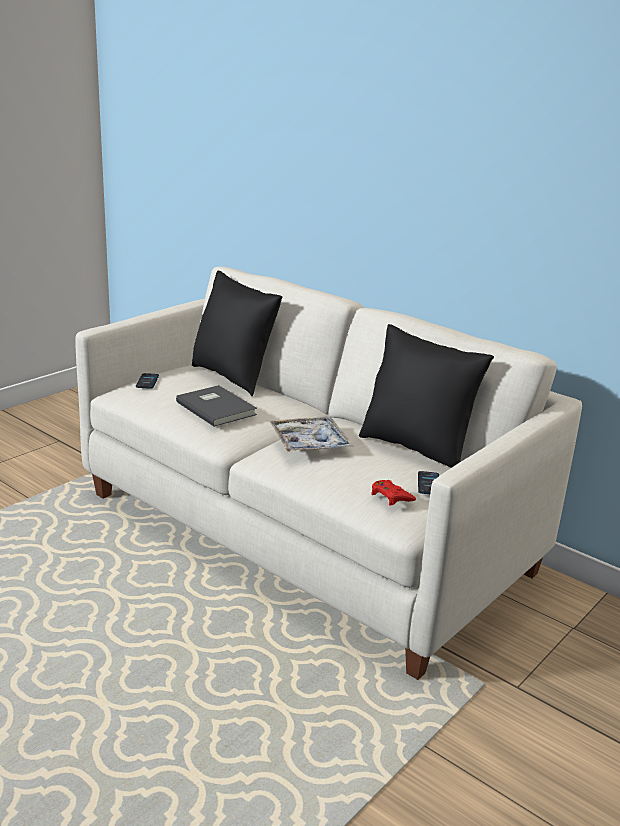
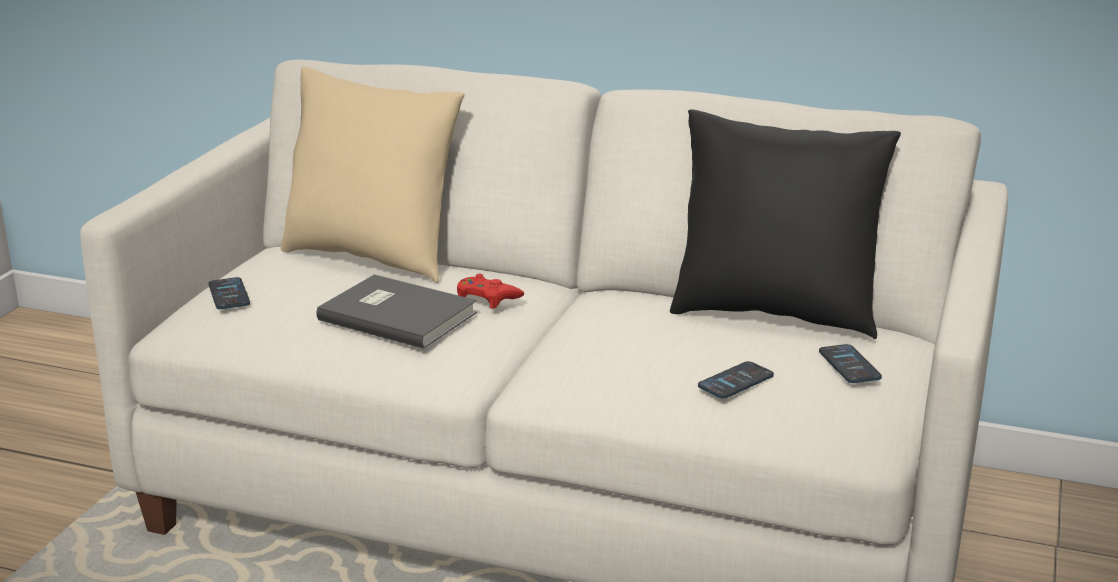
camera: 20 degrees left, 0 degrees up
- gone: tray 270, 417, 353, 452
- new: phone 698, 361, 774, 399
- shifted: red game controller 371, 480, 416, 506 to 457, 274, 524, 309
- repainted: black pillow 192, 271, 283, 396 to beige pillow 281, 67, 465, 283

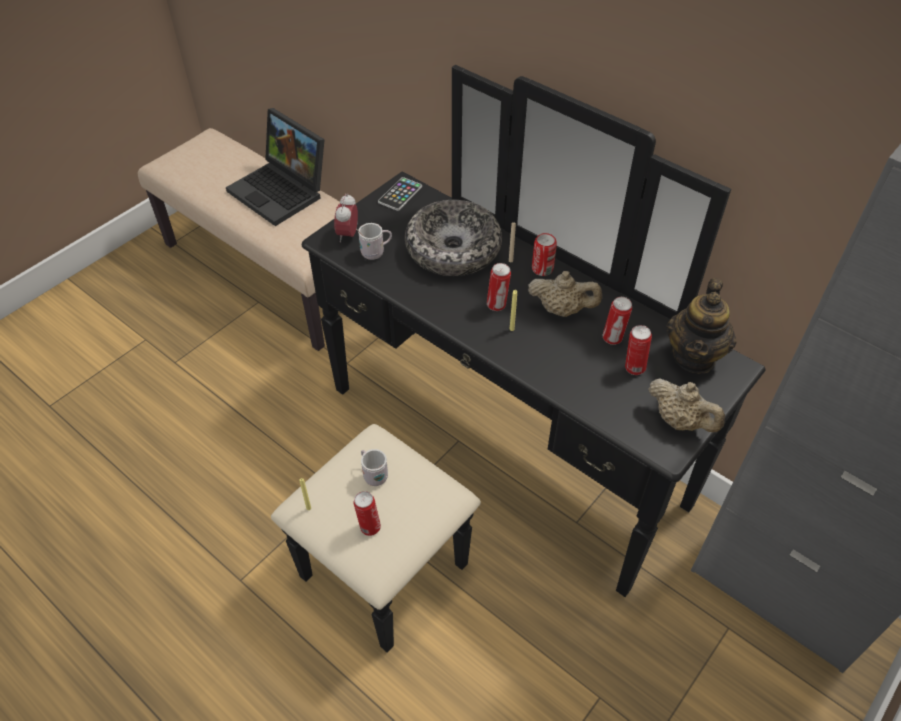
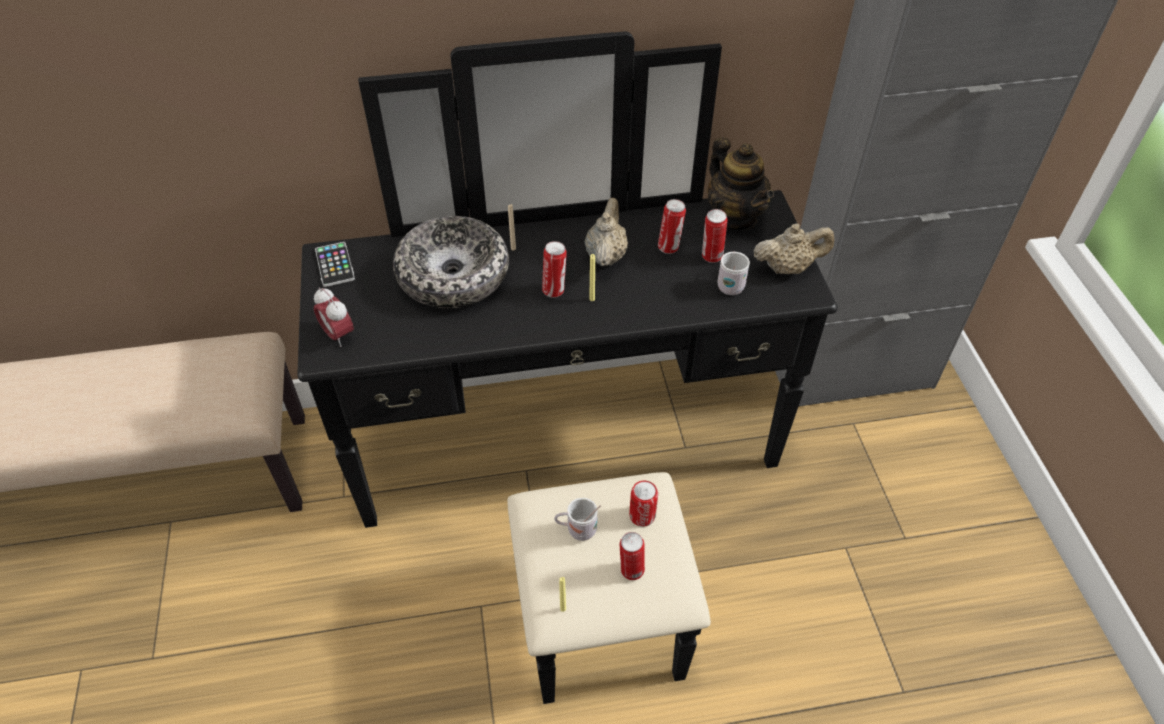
camera: 50 degrees left, 0 degrees up
- gone: laptop 226, 108, 325, 226
- shifted: white mug 356, 223, 392, 260 to 718, 252, 750, 295
- shifted: can 532, 233, 557, 276 to 629, 481, 658, 527
- rotated: beige teapot 528, 271, 602, 317 = 585, 198, 628, 266 45 degrees counterclockwise

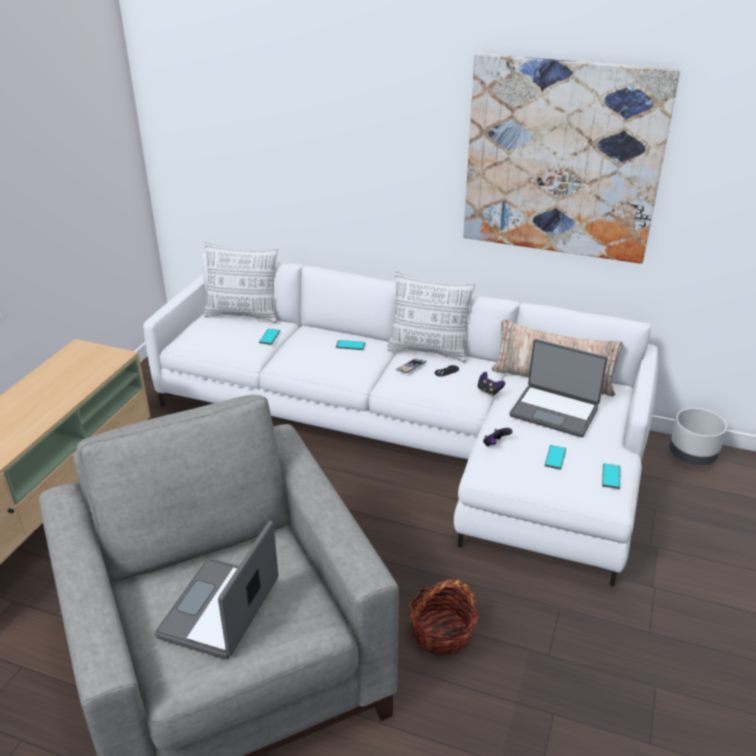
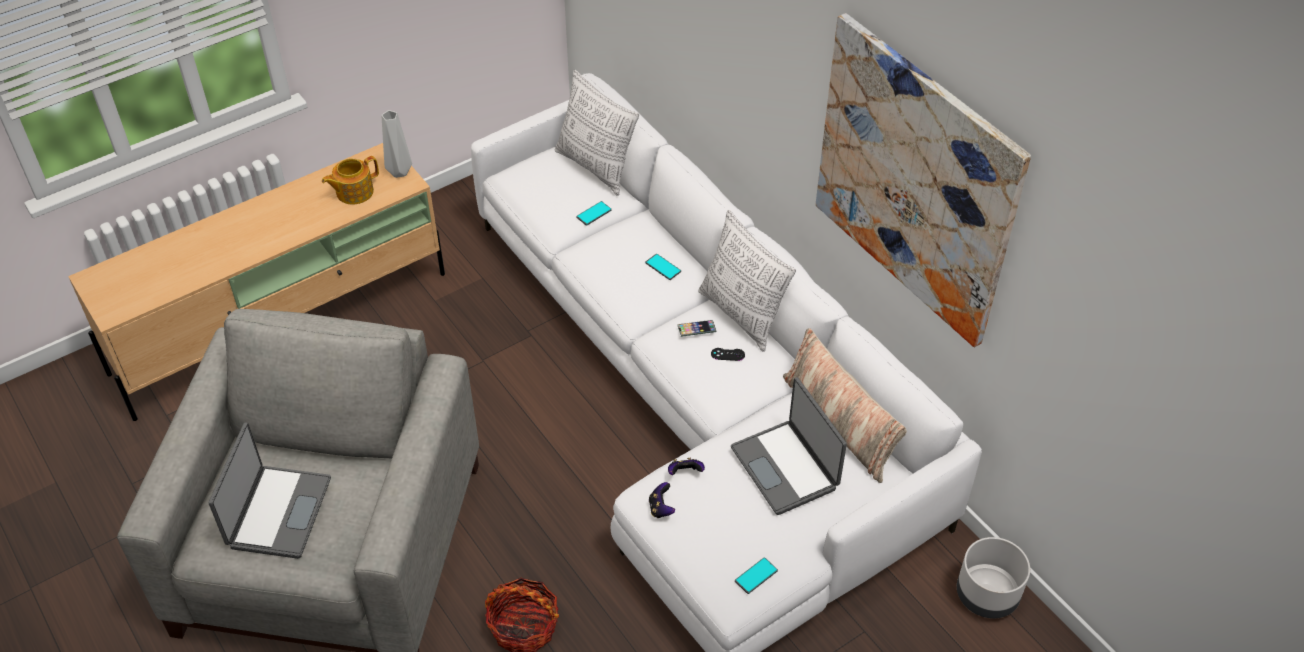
camera: 35 degrees right, 15 degrees up
- gone: phone 545, 445, 566, 470
- new: teapot 322, 156, 379, 205
- new: grey vase 382, 110, 412, 178
- shifted: game controller 478, 372, 505, 396 to 649, 482, 675, 518
- rotated: laptop 155, 521, 278, 659 = 209, 422, 331, 559 135 degrees clockwise

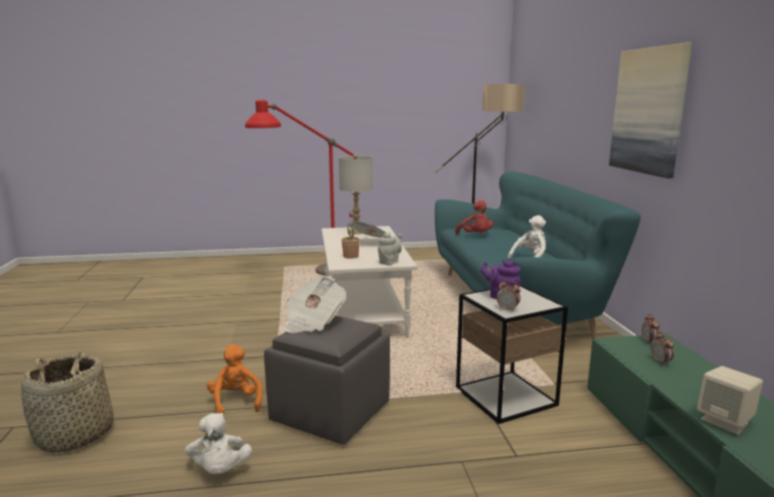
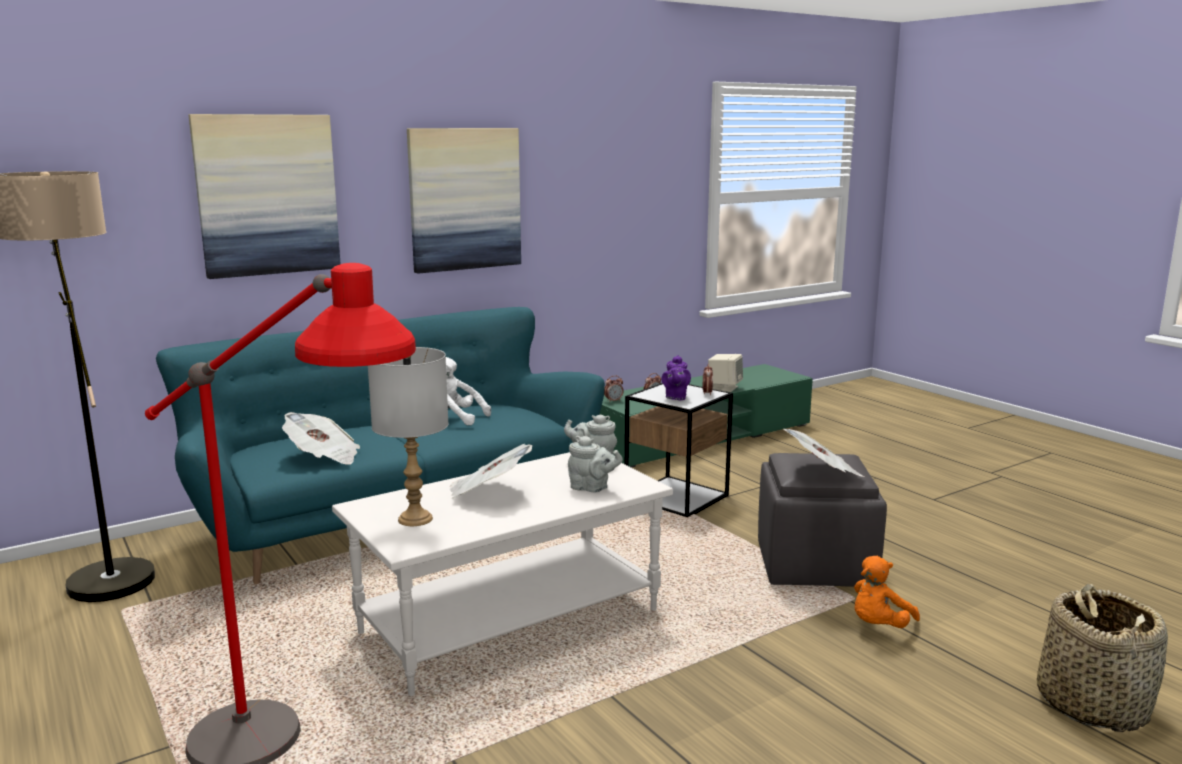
camera: 115 degrees left, 0 degrees up
- gone: white plush toy 185, 413, 252, 474
- new: picture 189, 114, 341, 279
- swapped: potted plant 341, 212, 360, 259 to grey teapot 568, 436, 623, 492
- swapped: red plush toy 455, 200, 493, 234 to newspaper 282, 412, 360, 465

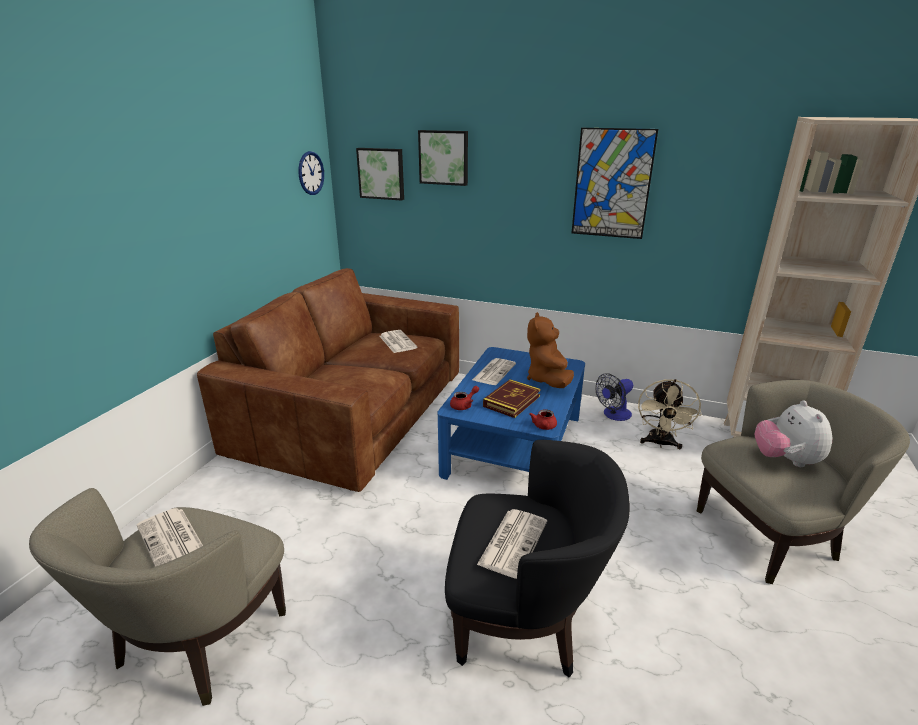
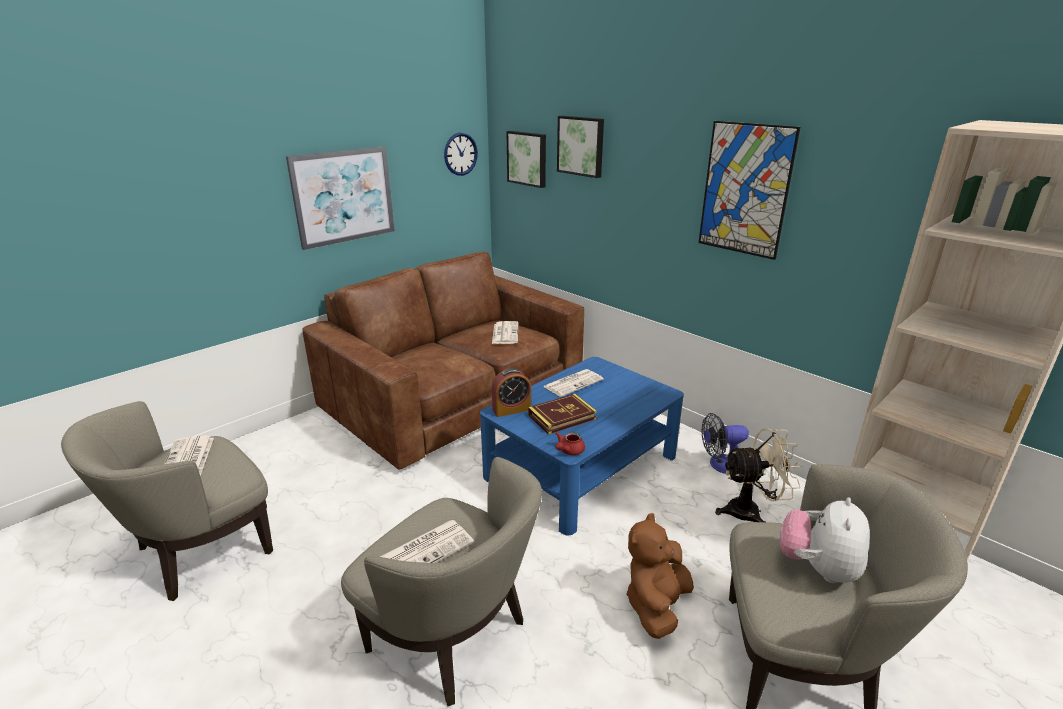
camera: 25 degrees right, 0 degrees up
- new: picture 286, 146, 395, 250
- shifted: brown plush toy 527, 312, 574, 388 to 626, 513, 694, 639
- swapped: red teapot 450, 386, 479, 410 to alarm clock 492, 368, 531, 417
- repainted: black armchair 445, 440, 630, 678 to beige armchair 341, 457, 542, 706
- rotated: beige fan 638, 379, 702, 449 = 715, 428, 802, 522 135 degrees counterclockwise

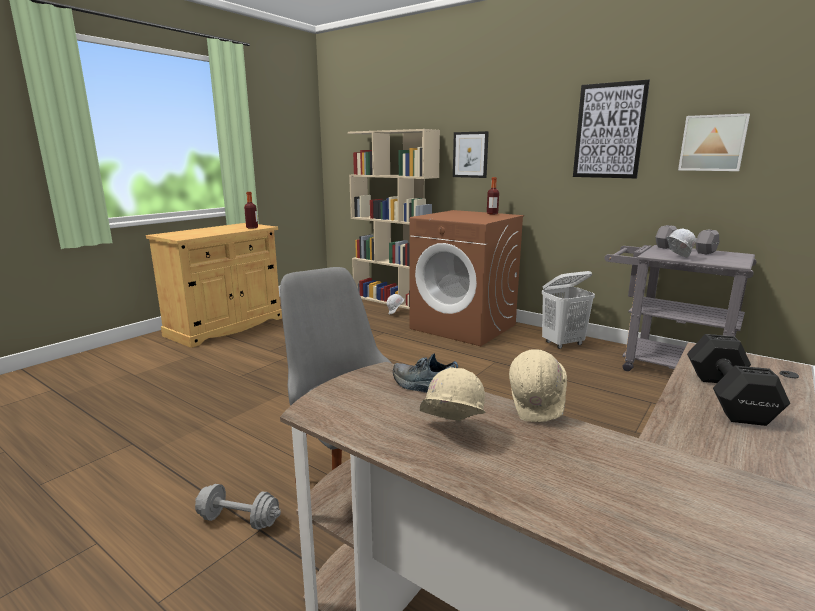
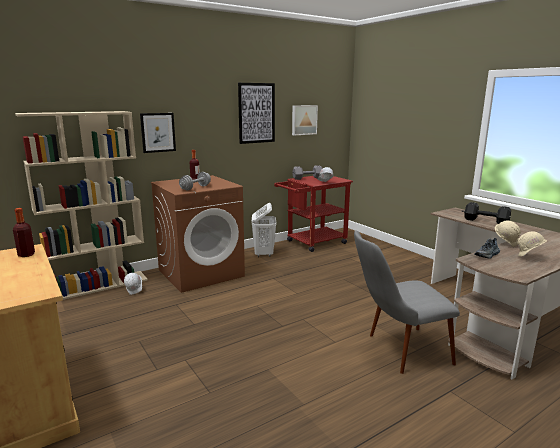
camera: 70 degrees left, 0 degrees up
- shifted: grey dumbbell 195, 484, 281, 529 to 179, 172, 211, 190
- repainted: grey cart 604, 245, 757, 371 to red cart 274, 176, 353, 252

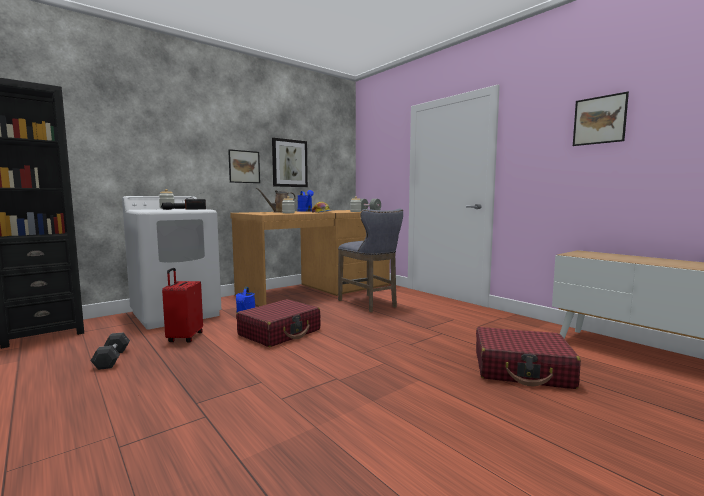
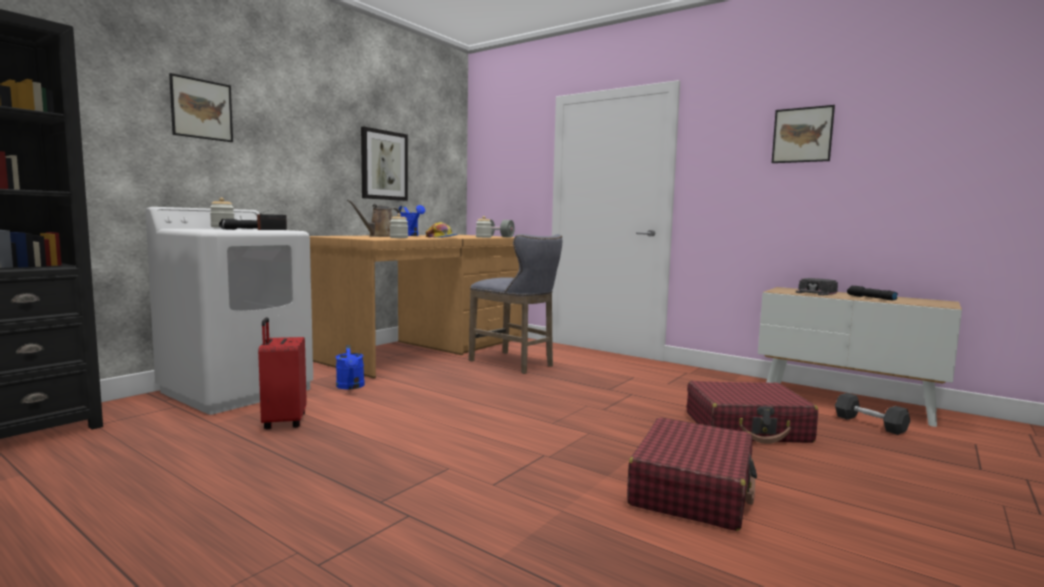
camera: 15 degrees left, 0 degrees up
- new: black cap 796, 278, 838, 296
- new: black flashlight 847, 286, 898, 300
- shifted: grey dumbbell 91, 332, 130, 370 to 835, 393, 910, 435
- shifted: picture 228, 149, 260, 183 to 169, 73, 233, 142
- shifted: red suitcase 236, 299, 320, 347 to 627, 417, 757, 531

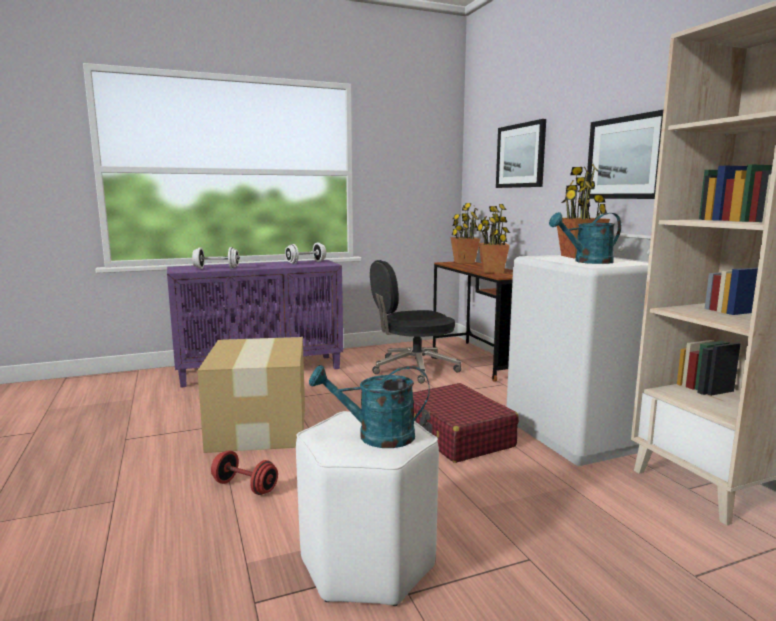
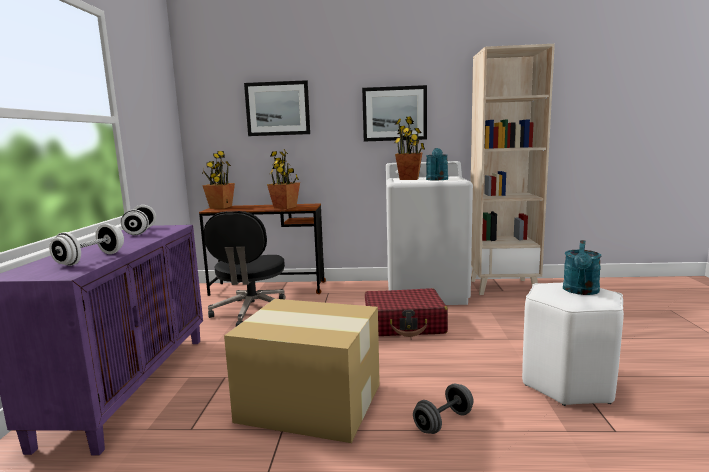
camera: 65 degrees left, 0 degrees up
- repainted: red dumbbell 211, 450, 278, 495 to grey dumbbell 413, 383, 474, 434

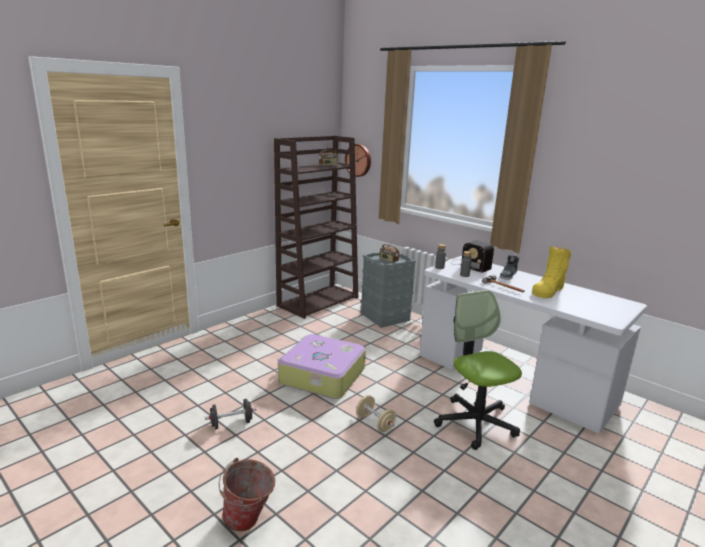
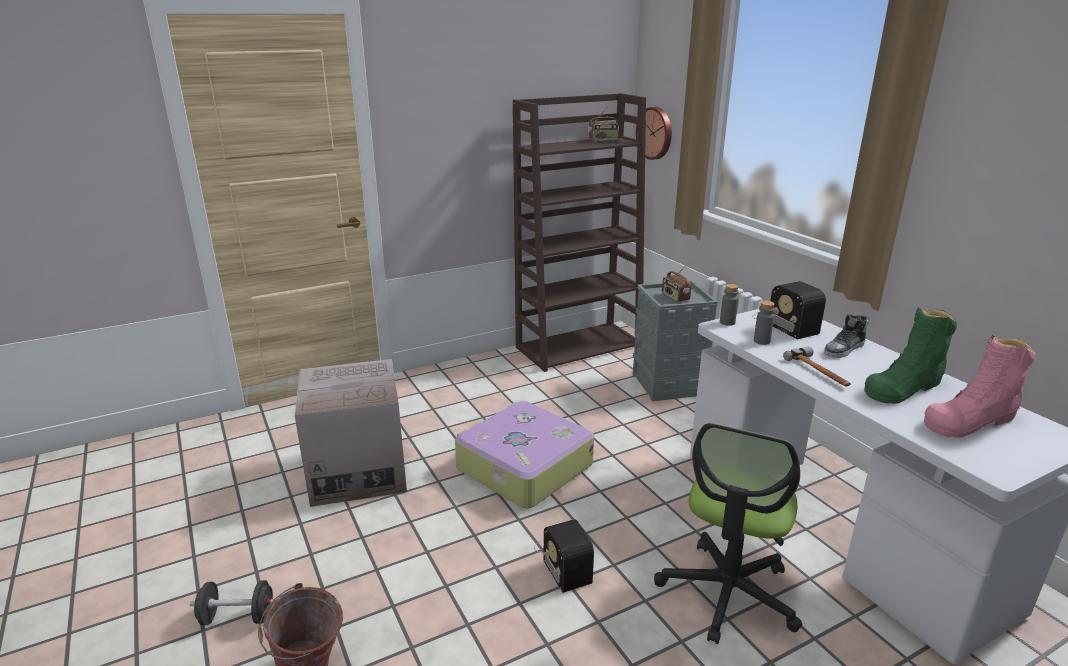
camera: 20 degrees right, 5 degrees up
- new: cardboard box 295, 359, 407, 507
- new: pink boot 924, 334, 1036, 438
- shifted: black dumbbell 205, 399, 257, 429 to 190, 580, 274, 625
- swapped: beige dumbbell 356, 395, 396, 432 to radio 534, 519, 594, 593
- repainted: yellow boot 532, 246, 571, 298 to green boot 865, 307, 957, 404
- rotated: office chair 434, 290, 522, 450 = 654, 423, 802, 644 150 degrees counterclockwise

